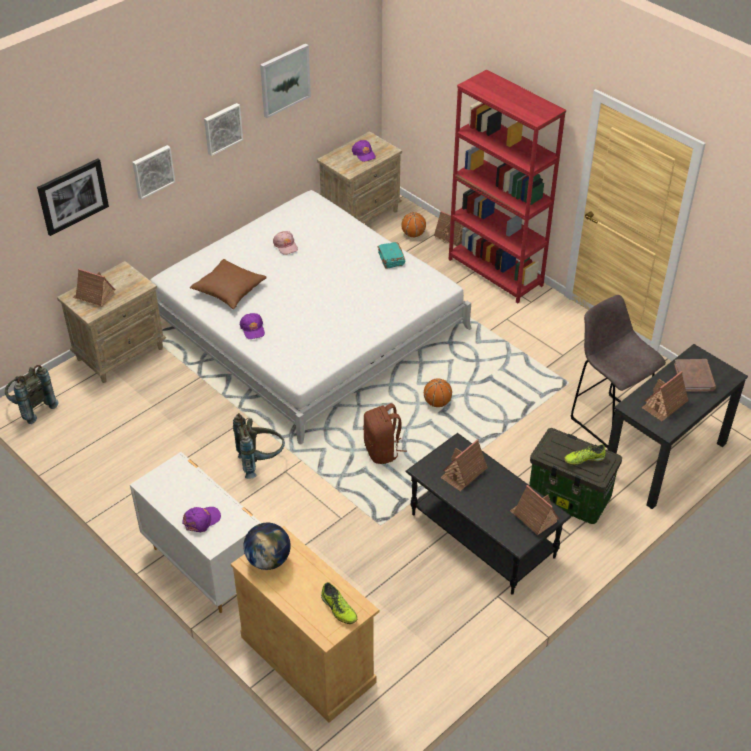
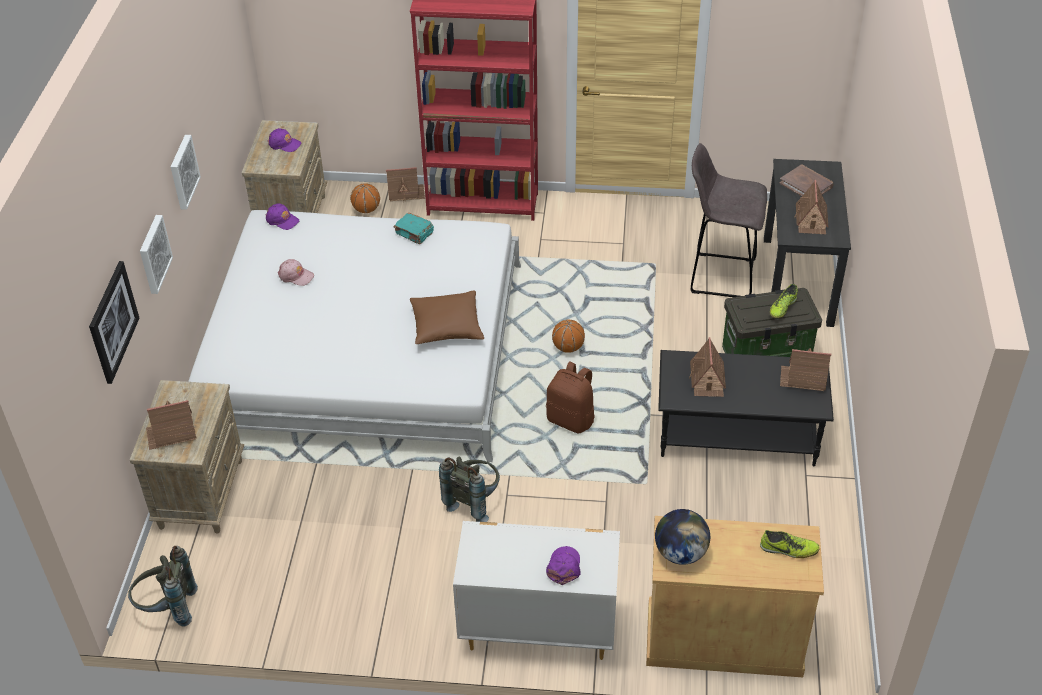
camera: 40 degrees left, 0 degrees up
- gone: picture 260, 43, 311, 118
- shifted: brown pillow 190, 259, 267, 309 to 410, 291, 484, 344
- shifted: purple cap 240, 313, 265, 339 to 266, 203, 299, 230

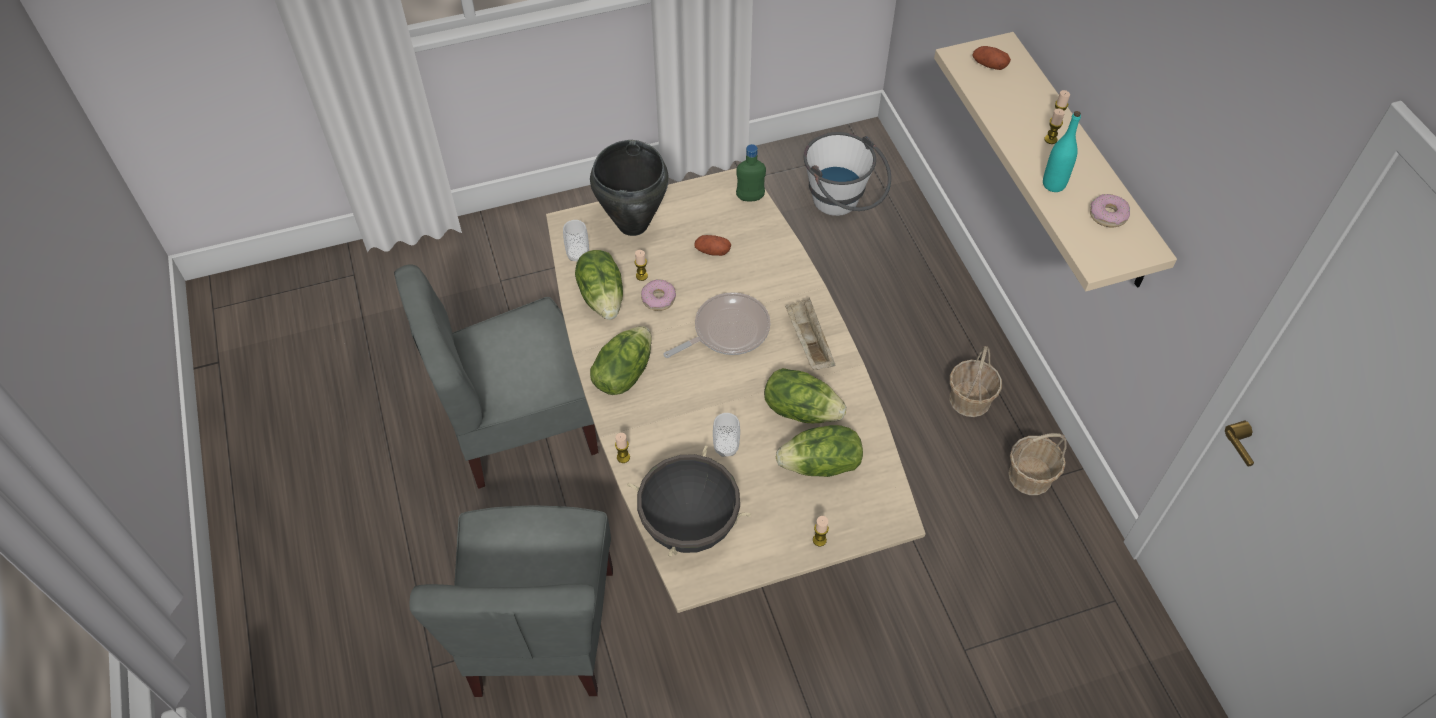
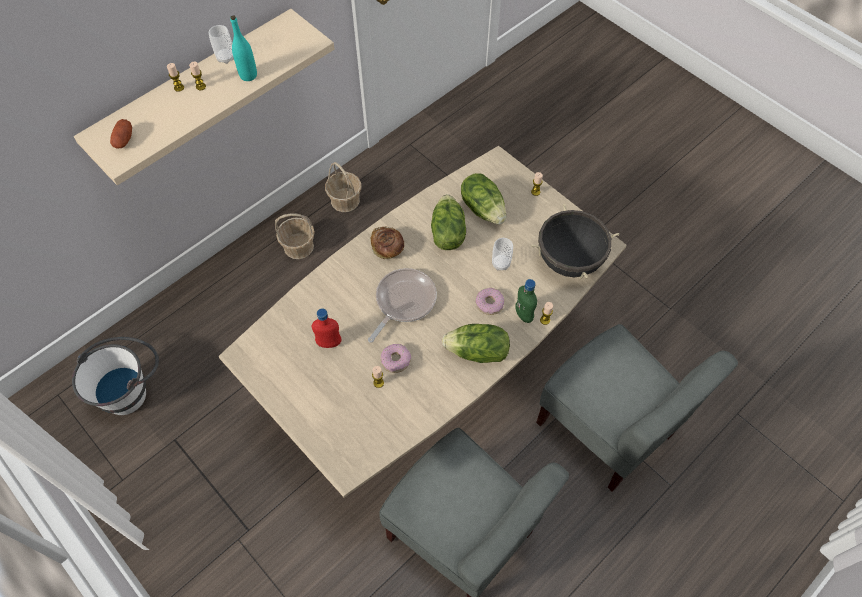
camera: 115 degrees left, 5 degrees up
- gone: lettuce 575, 250, 623, 320
- gone: black cooking pot 590, 140, 669, 236
- shifted: cup 563, 220, 589, 261 to 209, 25, 234, 64
- shifted: green bottle 736, 144, 766, 201 to 515, 279, 537, 323
- shifted: donut 1090, 194, 1130, 227 to 476, 288, 504, 315
- swapped: potato 694, 235, 731, 256 to red bottle 312, 309, 341, 348
- swapped: beige tray 786, 297, 835, 370 to bread 371, 227, 404, 259
- rotated: grey chair 410, 505, 613, 697 = 536, 324, 738, 492 75 degrees clockwise
- rotated: frying pan 663, 292, 770, 358 = 368, 268, 437, 343 90 degrees clockwise

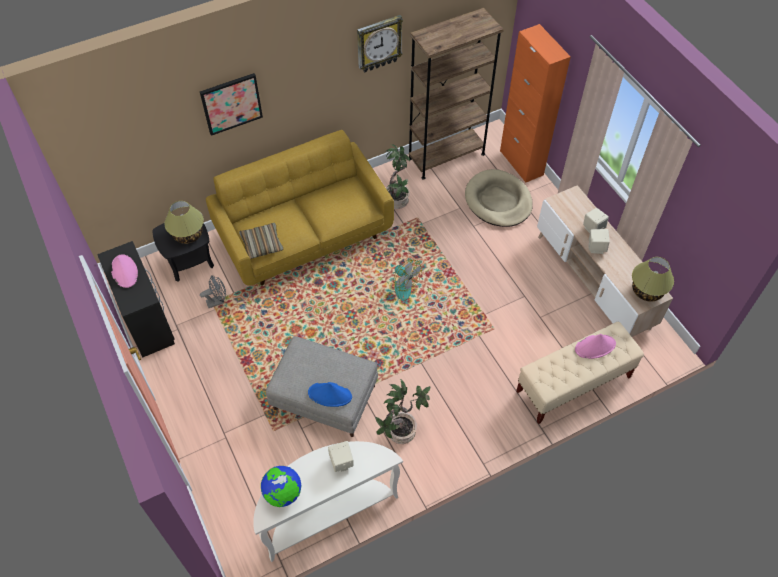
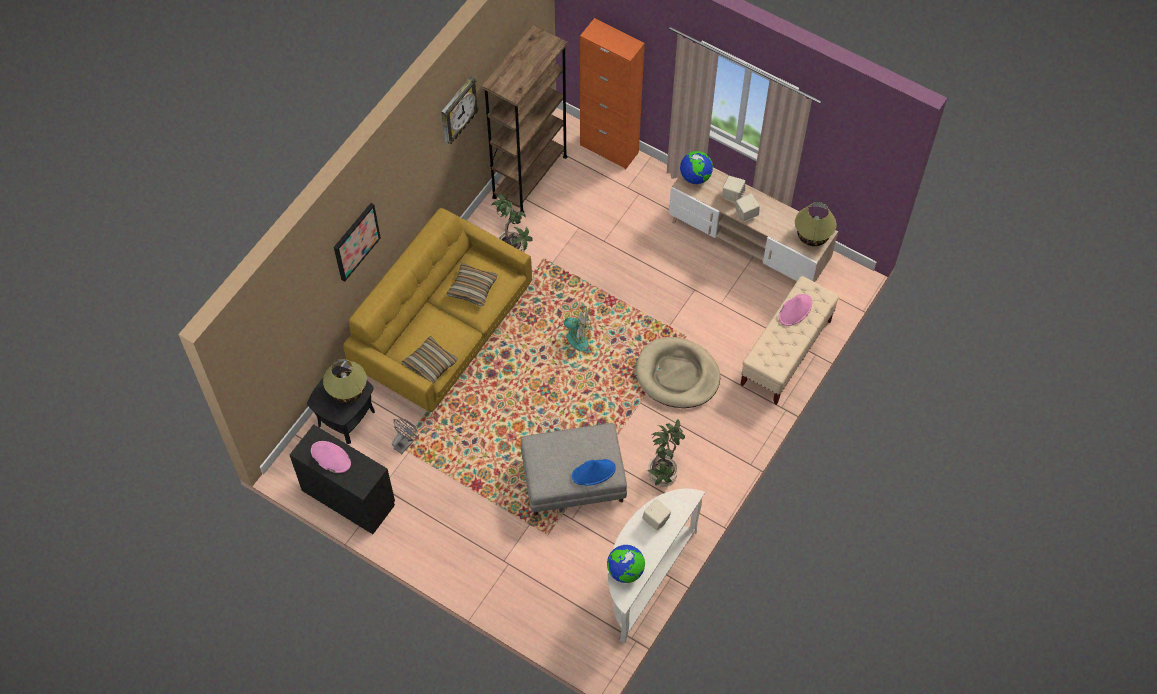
camera: 30 degrees left, 5 degrees up
- new: pillow 446, 263, 497, 306
- new: globe 680, 151, 713, 184
- shifted: beige dog bed 465, 169, 533, 227 to 636, 337, 720, 408

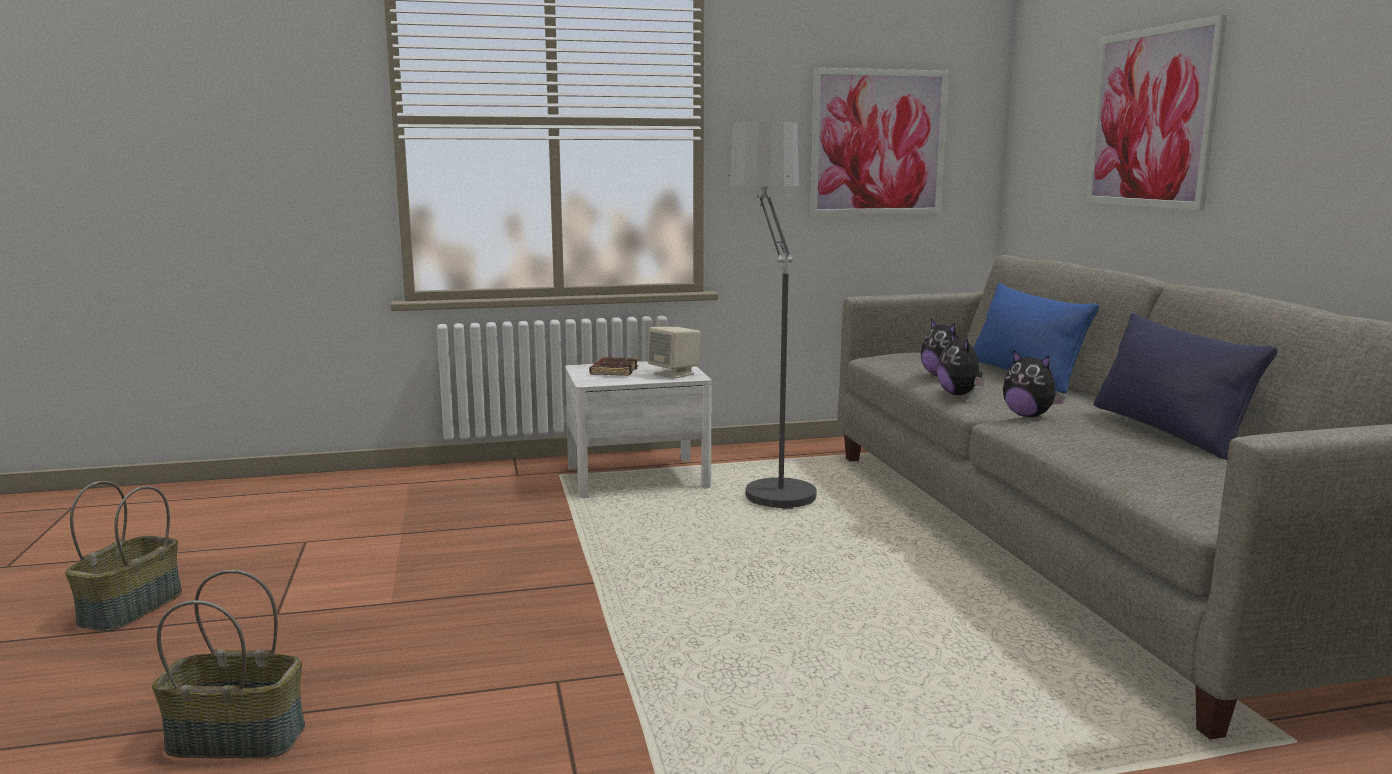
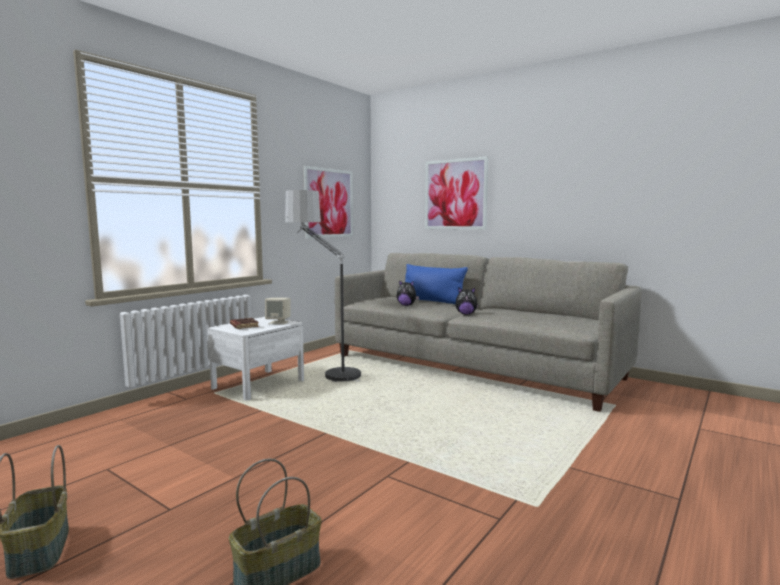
camera: 40 degrees left, 5 degrees down
- gone: plush toy 937, 333, 985, 395
- gone: blue pillow 1093, 313, 1278, 460

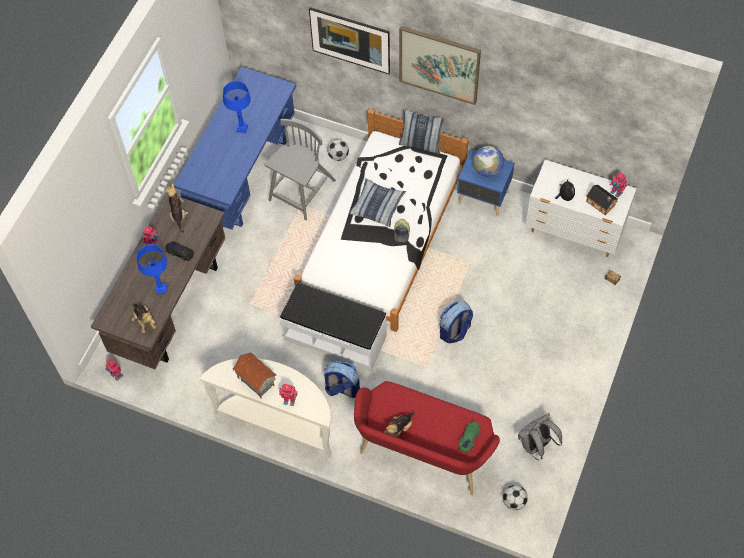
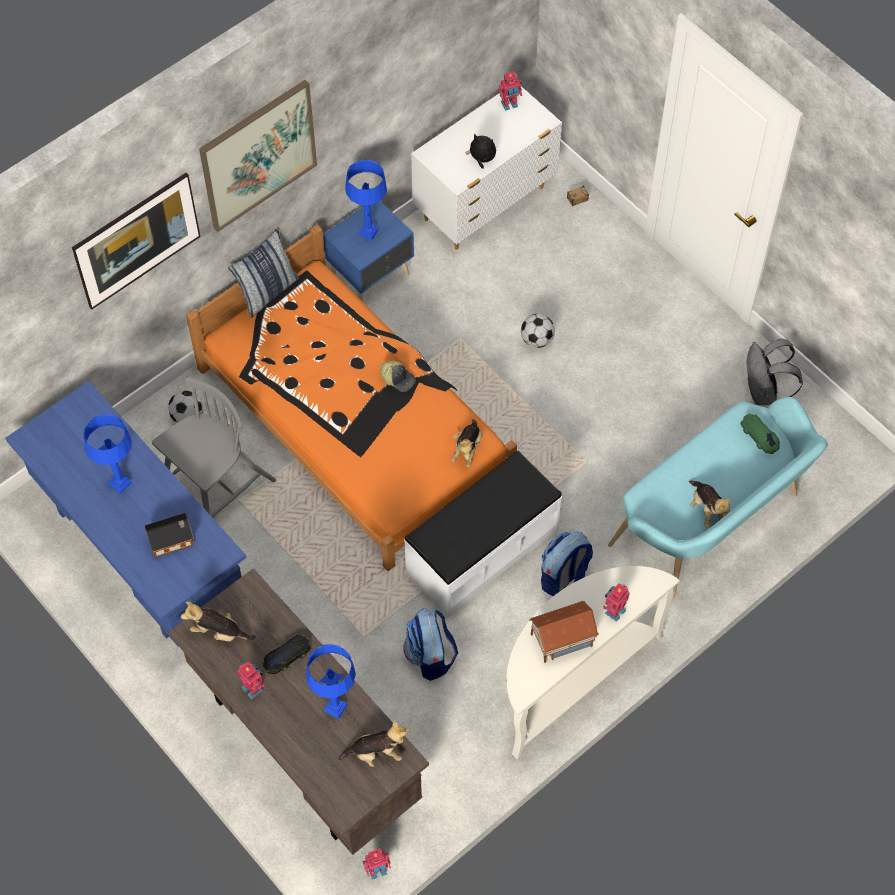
camera: 65 degrees left, 0 degrees up
- gone: pillow 349, 178, 406, 227
- new: plush toy 451, 419, 482, 467
- shifted: backpack 440, 301, 473, 343 to 403, 608, 458, 681
- shifted: football 503, 485, 528, 510 to 521, 314, 555, 348
- shifted: toy house 586, 185, 618, 215 to 145, 513, 194, 557
- swapped: globe 473, 146, 504, 177 to blue table lamp 345, 160, 387, 240
- repainted: white bed 294, 108, 468, 332 to orange bed 186, 225, 517, 571
- repainted: red bench 354, 381, 500, 495 to turquoise bench 608, 397, 828, 598
- rotated: grey chair 264, 119, 336, 220 = 152, 377, 276, 518 75 degrees clockwise

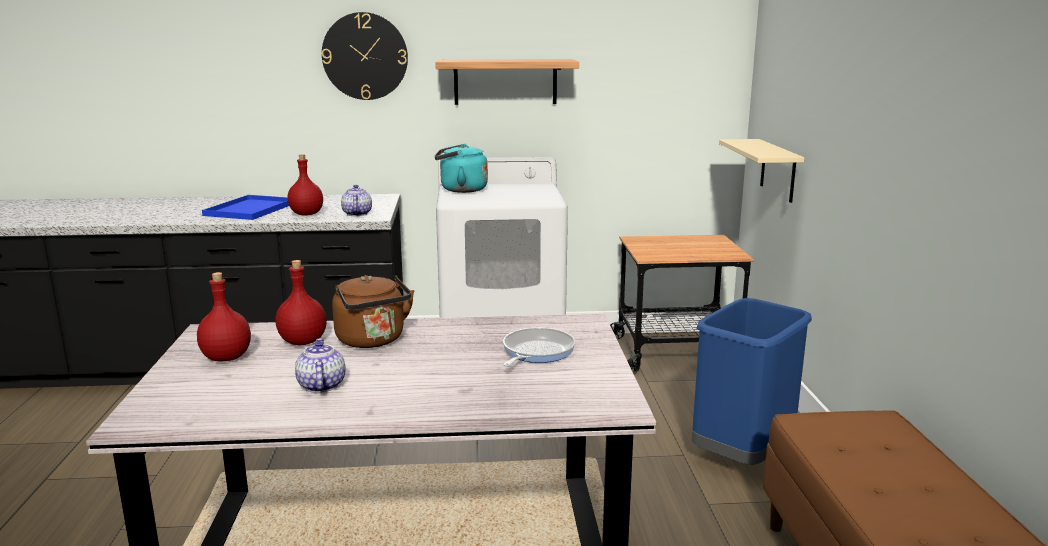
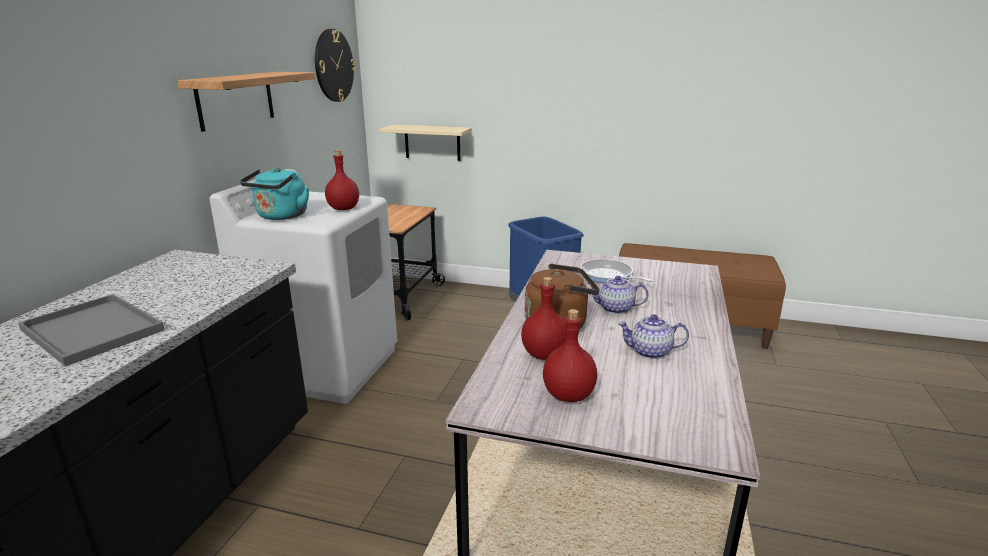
camera: 70 degrees left, 5 degrees up
- shifted: red bottle 287, 155, 323, 215 to 325, 150, 359, 210
- shifted: wall clock 322, 12, 408, 100 to 315, 29, 356, 102
- shifted: teapot 341, 185, 372, 216 to 587, 276, 648, 314
- repainted: blue tray 202, 195, 289, 220 to grey tray 18, 294, 165, 367

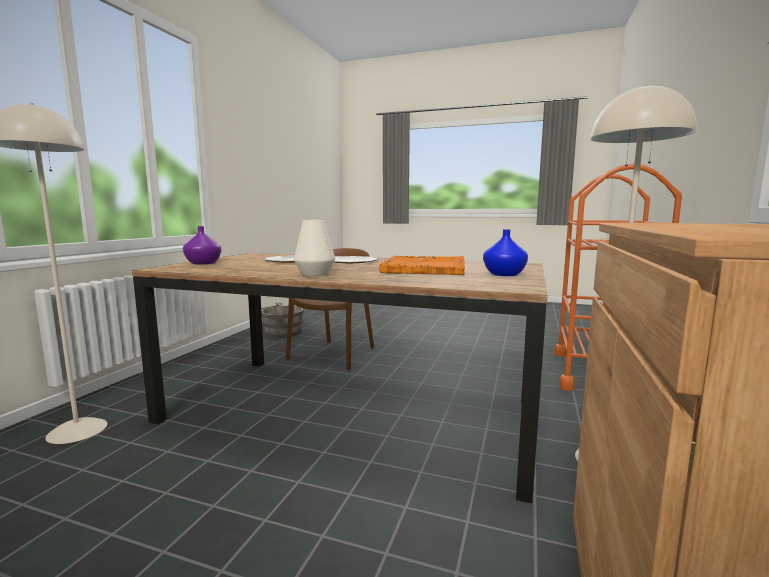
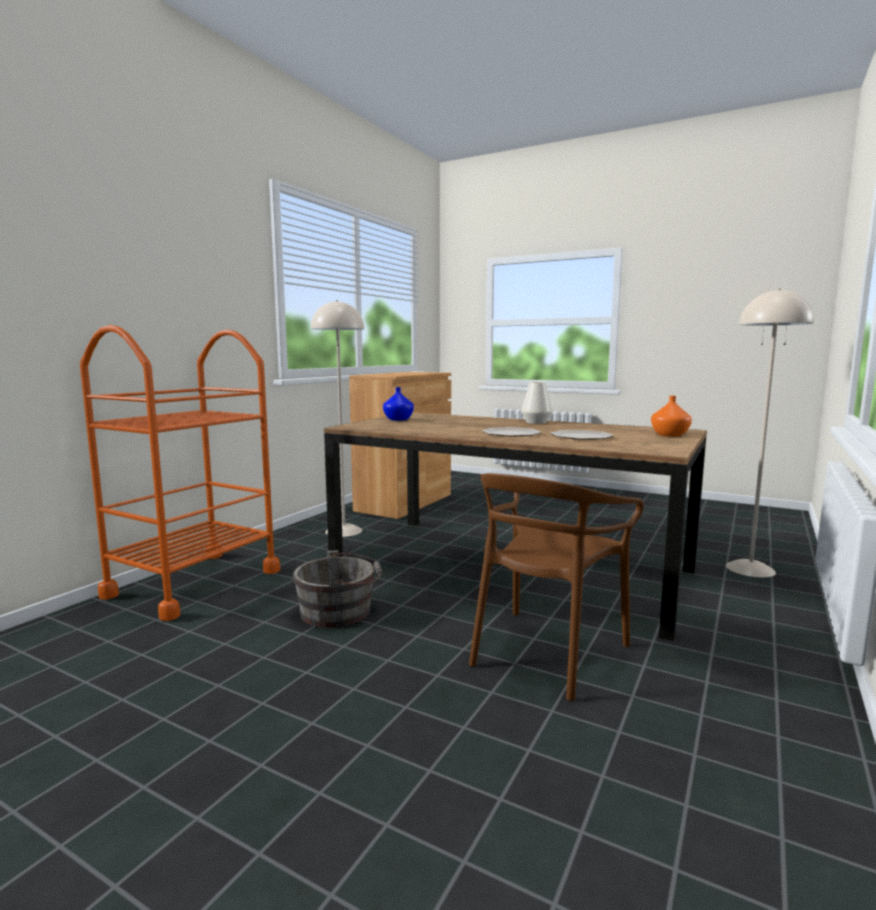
camera: 170 degrees left, 0 degrees up
- gone: orange tray 379, 256, 465, 275
- shifted: grey bucket 261, 302, 304, 338 to 293, 550, 383, 628
- repainted: purple vase 183, 226, 221, 265 to orange vase 651, 396, 692, 437

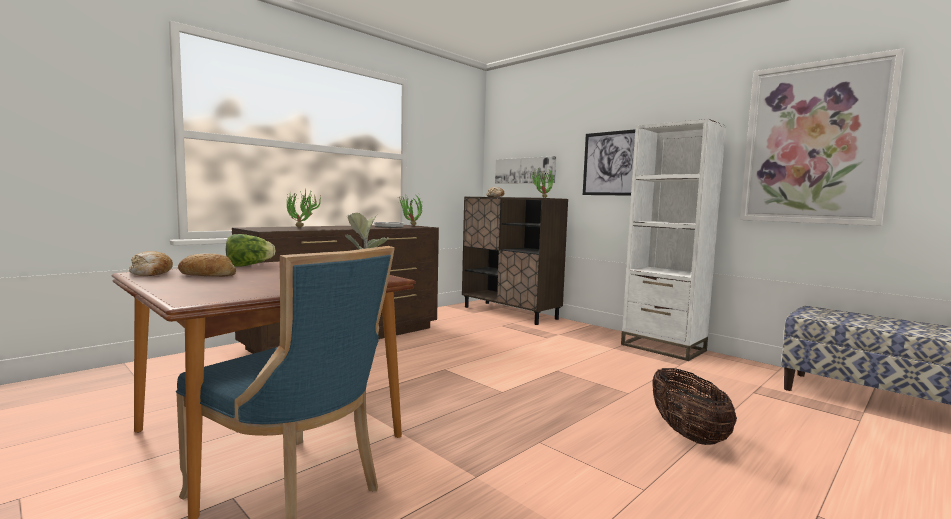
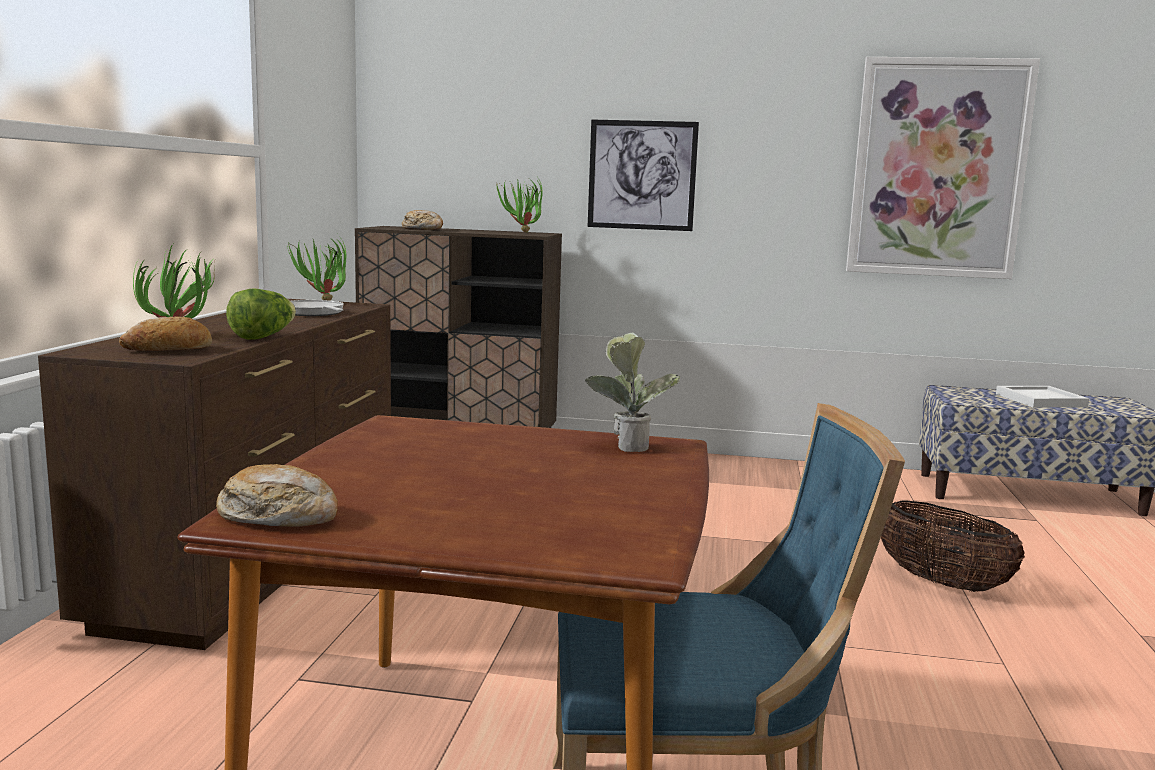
camera: 35 degrees left, 5 degrees up
- gone: picture 495, 156, 556, 184
- gone: white bookcase 621, 119, 726, 361
- new: white tray 996, 386, 1089, 408
- shifted: bread 178, 253, 236, 276 to 119, 316, 212, 351
- shifted: lettuce 225, 234, 276, 266 to 226, 288, 296, 340

